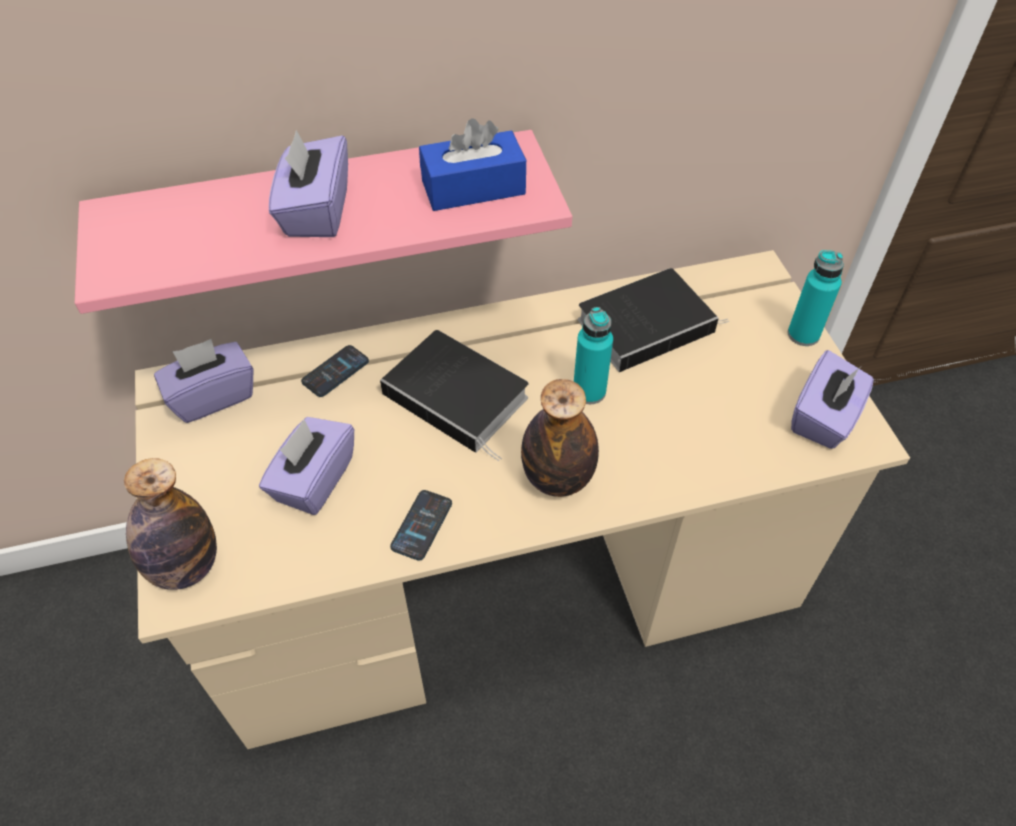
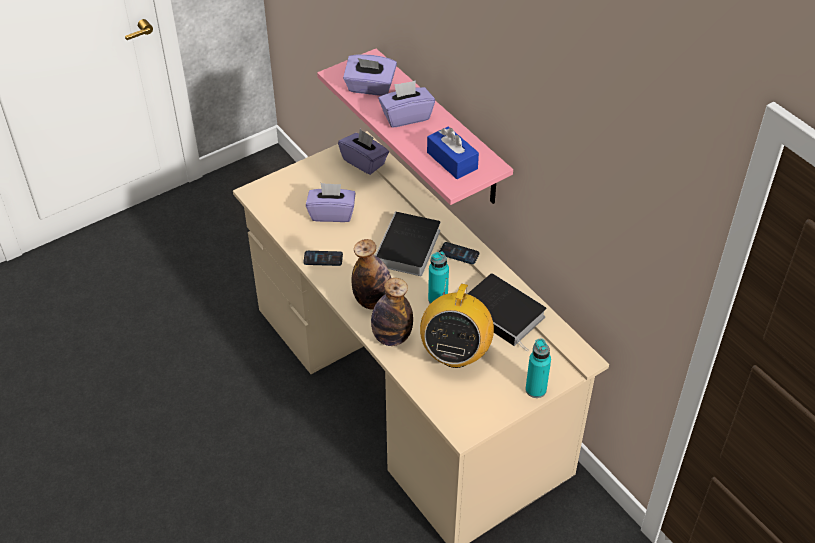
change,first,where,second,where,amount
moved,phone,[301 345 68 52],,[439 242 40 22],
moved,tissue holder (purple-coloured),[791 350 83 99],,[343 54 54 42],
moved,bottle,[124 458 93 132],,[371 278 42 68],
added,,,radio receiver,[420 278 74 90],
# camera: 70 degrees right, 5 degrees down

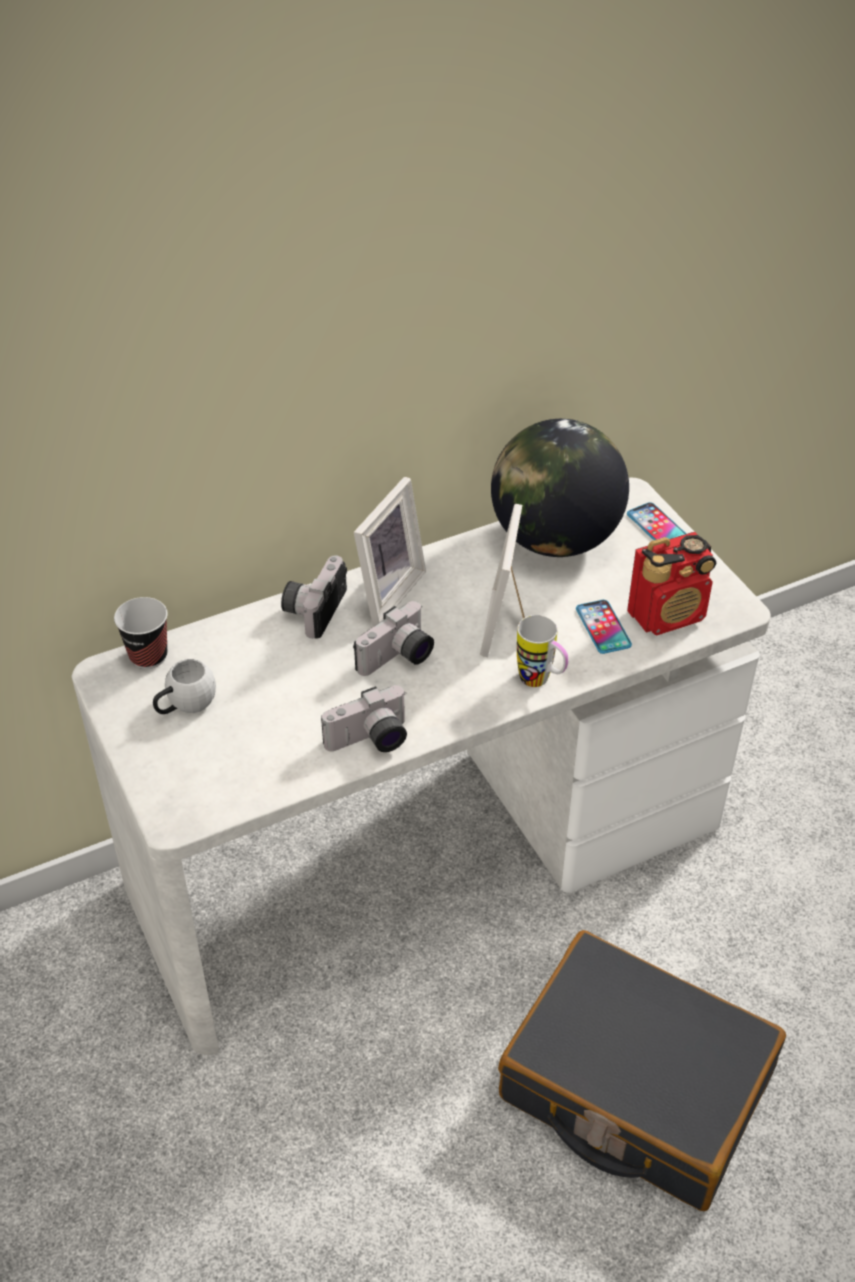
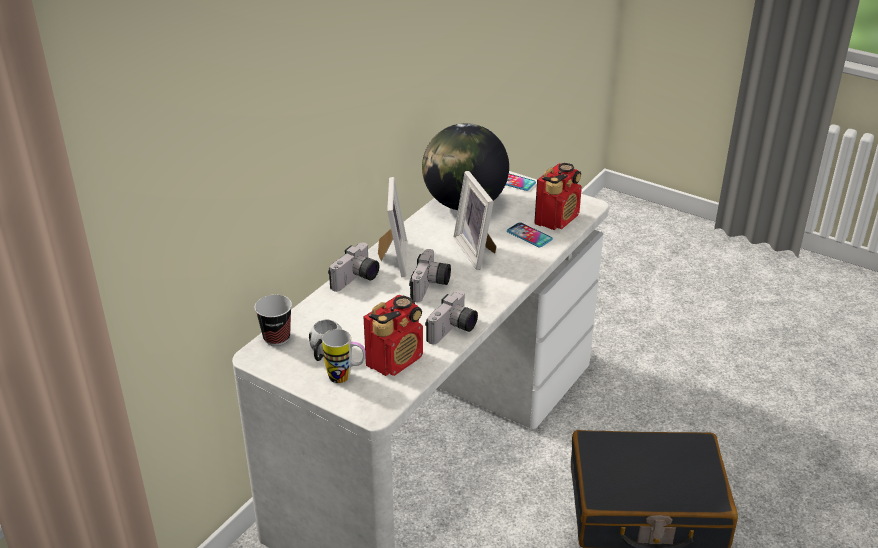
change,first,where,second,where,amount
turned,still camera,[281 555 66 83],,[328 242 51 50],135 degrees counterclockwise
moved,coffee mug,[517 615 52 72],,[322 329 44 54],
added,,,radio receiver,[363 294 60 82],
# camera: 30 degrees left, 10 degrees down

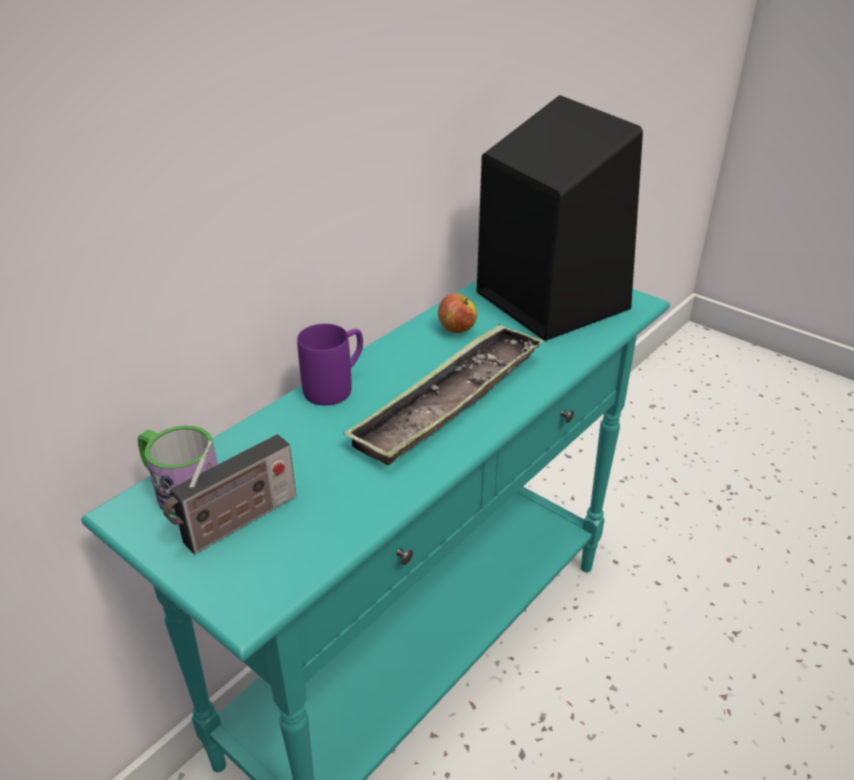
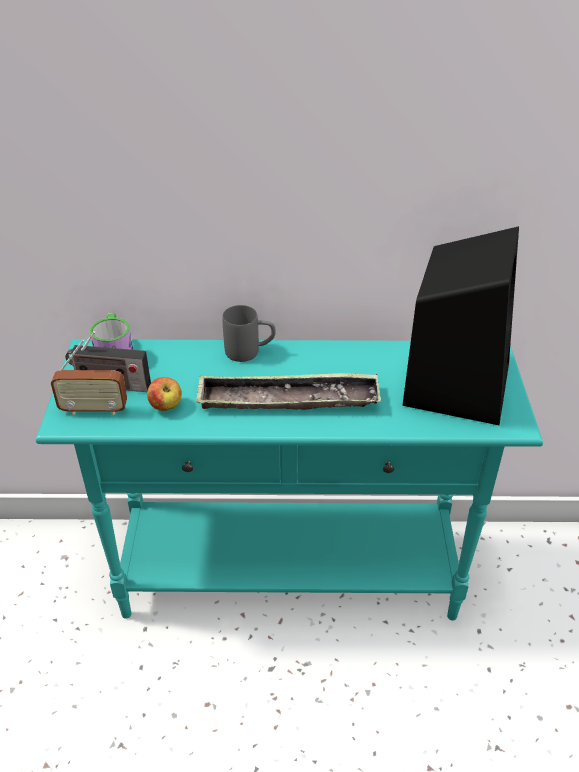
change,first,where,second,where,amount
moved,apple fruit,[438 293 39 40],,[147 377 35 34],
recoloured,coffee mug (purple-coloured),[297 324 66 82],coffee mug (gray),[222 305 54 57],
added,,,radio receiver,[51 340 76 76],
# camera: 50 degrees right, 5 degrees up

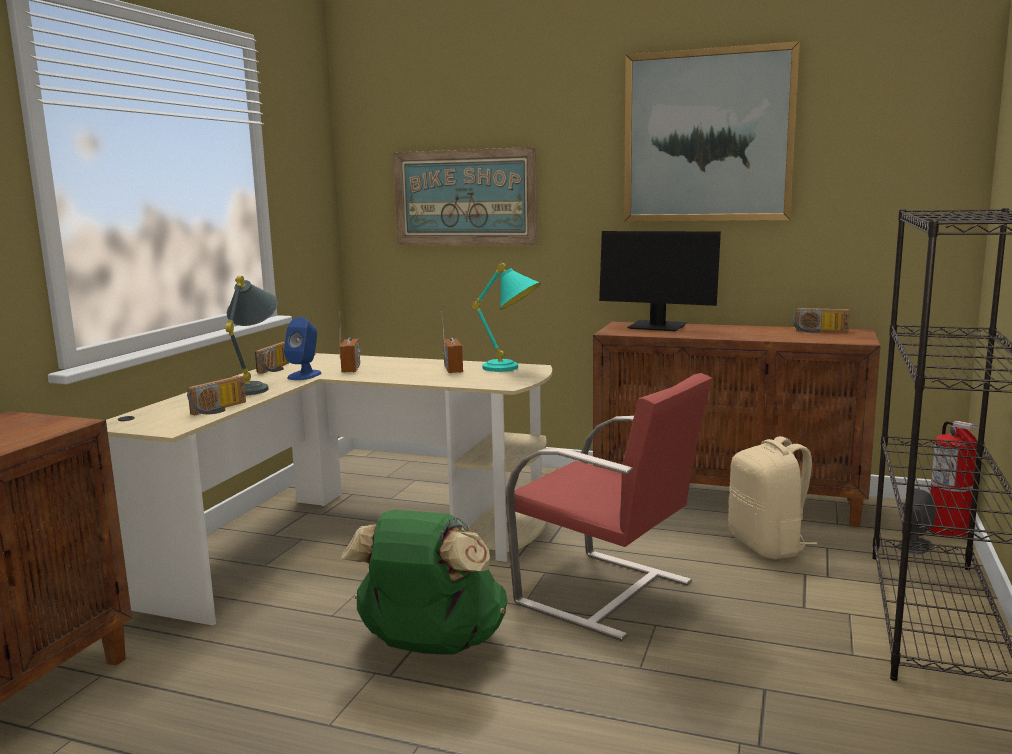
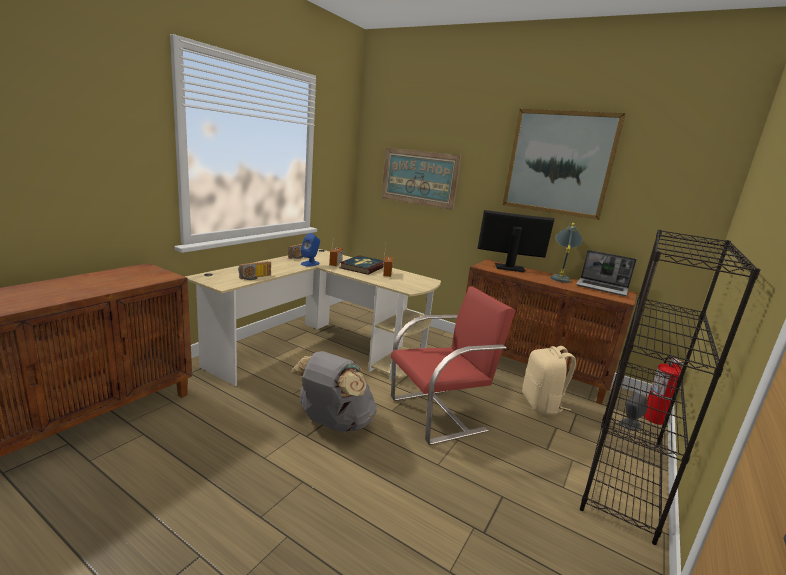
change,first,where,second,where,amount
turned,computer screen,[599 231 122 100],,[477 210 78 62],150 degrees clockwise
removed,tabletop lamp (blue-green),[472 263 69 109],,,
moved,tabletop lamp (gray),[224 276 54 120],,[550 223 33 60],
replaced,radio receiver,[793 308 57 25],notebook computer,[576 250 61 46],
turned,upright chair (red-coloured),[506 373 206 268],,[391 286 125 159],75 degrees counterclockwise
recoloured,knapsack (green-coloured),[341 510 167 144],knapsack (gray),[290 351 87 81],
added,,,book,[339 255 46 20],
# camera: 10 degrees right, 5 degrees up

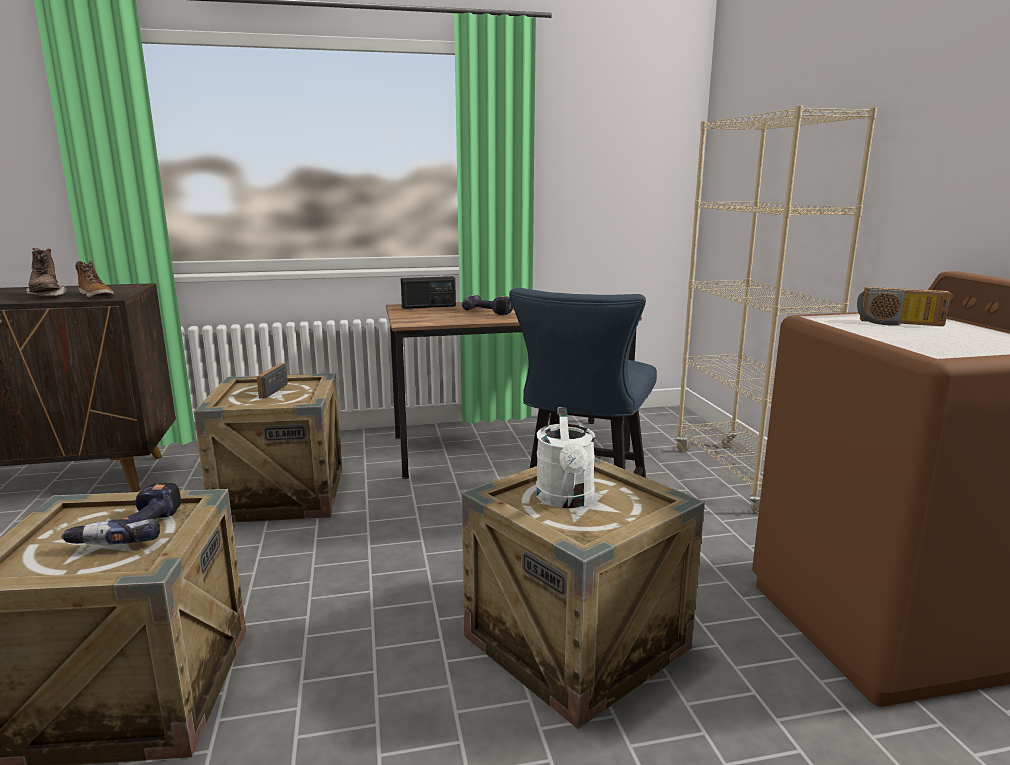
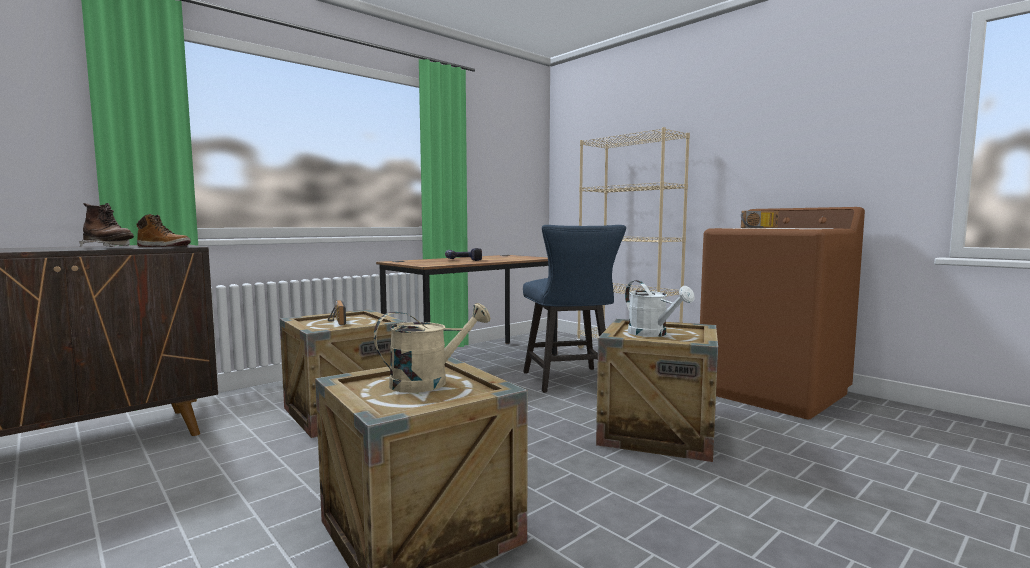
change,first,where,second,where,amount
removed,radio receiver,[401 276 55 33],,,
replaced,electric drill,[62 483 119 62],watering can (beige-coloured),[374 303 117 90],
# camera: 30 degrees left, 10 degrees down

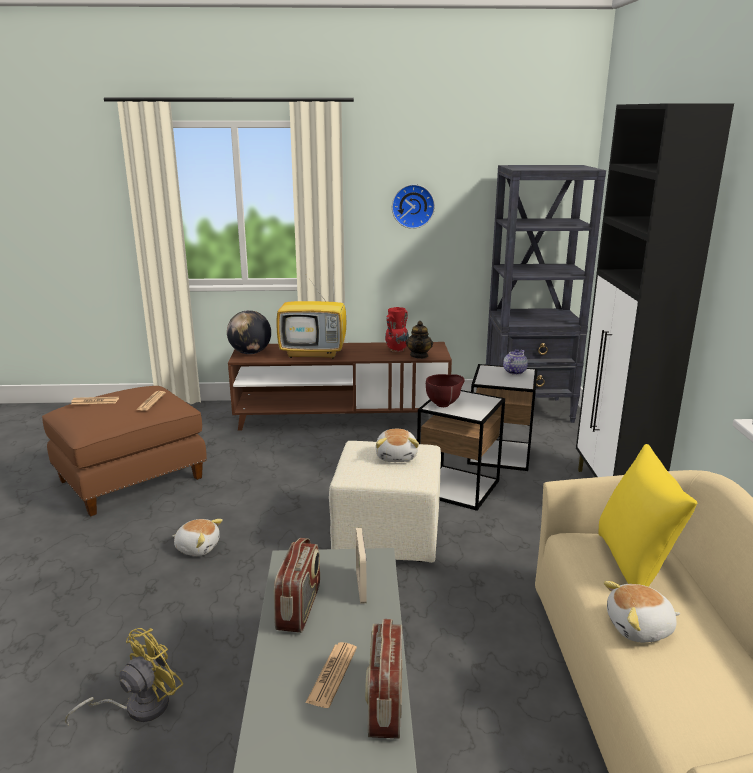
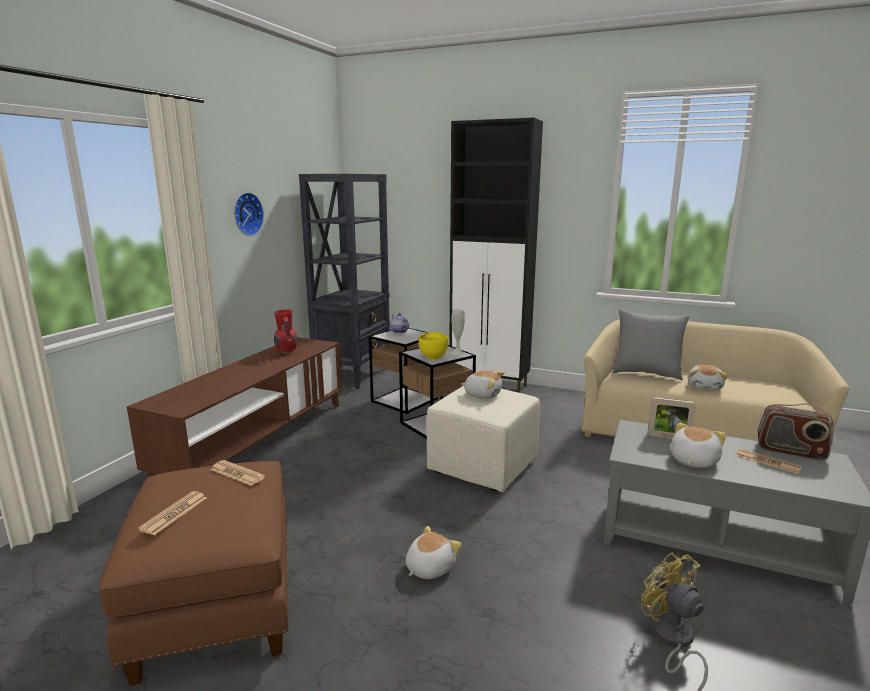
change,first,where,second,where,amount
removed,TV,[276 276 70 83],,,
removed,globe,[227 310 44 44],,,
removed,tea pot,[406 321 27 38],,,
recoloured,bowl (brown-coloured),[426 374 39 33],bowl (yellowish),[419 332 30 28],
recoloured,throw pillow (yellowish),[598 444 100 143],throw pillow (gray),[613 309 77 71],
replaced,radio receiver,[274 538 46 95],soft toy,[670 423 56 45],
added,,,decorative vase (white-coloured),[451 309 14 46],
# camera: 65 degrees left, 5 degrees down

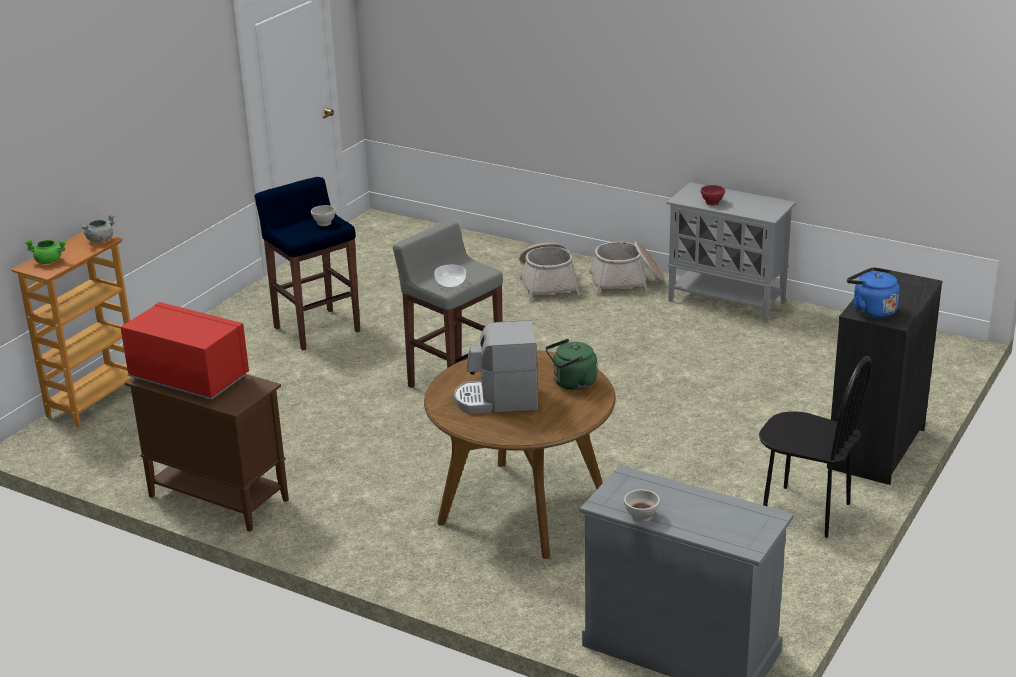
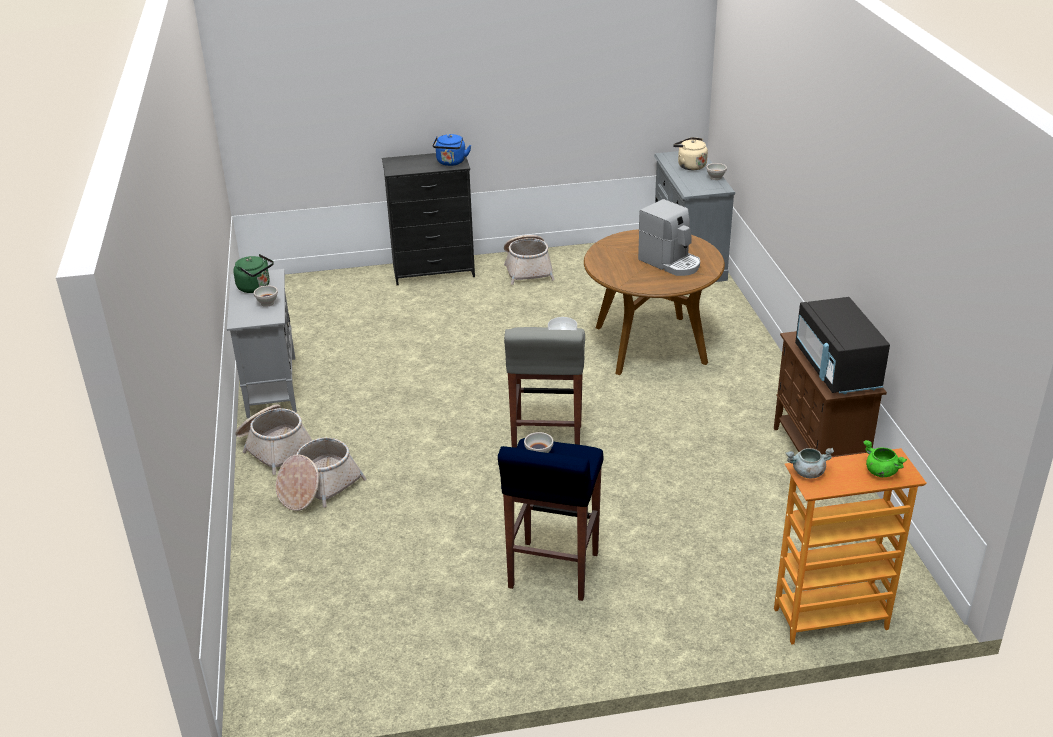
change,first,where,second,where,amount
recoloured,bowl (red-coloured),[701 185 24 20],bowl (white-coloured),[254 285 24 22],
recoloured,microwave oven (red-coloured),[121 302 128 98],microwave oven (blackish),[795 297 95 97],
moved,kettle (green-coloured),[545 339 52 51],,[233 254 41 39],
replaced,upright chair (blackish),[759 356 113 182],basket,[504 235 51 50],
added,,,kettle (beige-coloured),[673 137 35 33],
# camera: 130 degrees left, 5 degrees up

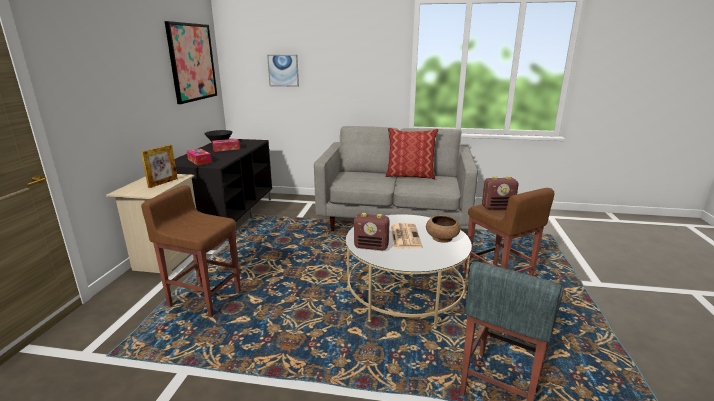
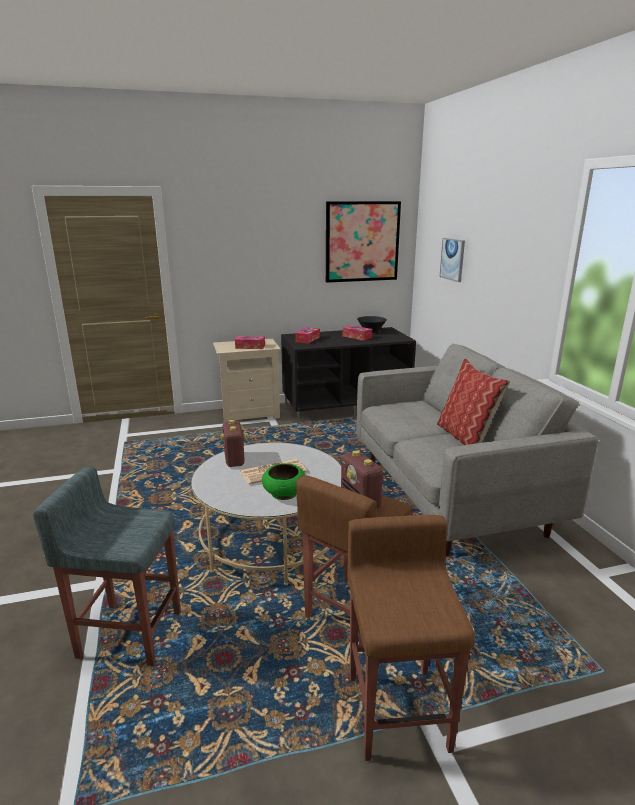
change,first,where,second,where,amount
replaced,standing frame,[141 145 37 43],tissue holder,[235 336 30 13],
moved,stool (brown-coloured),[141 185 100 132],,[347 515 128 246],
recoloured,bowl (brown-coloured),[426 215 35 28],bowl (green-coloured),[262 463 43 37],
# camera: 65 degrees right, 0 degrees up

